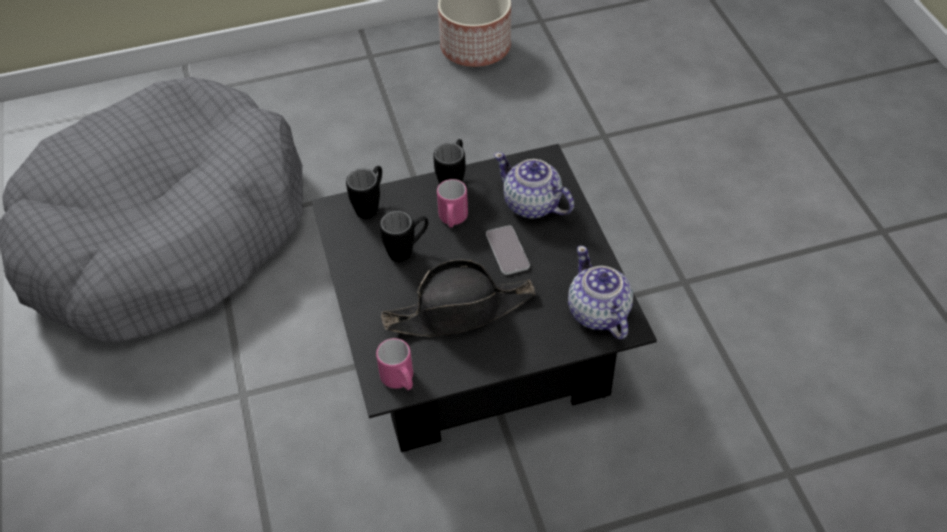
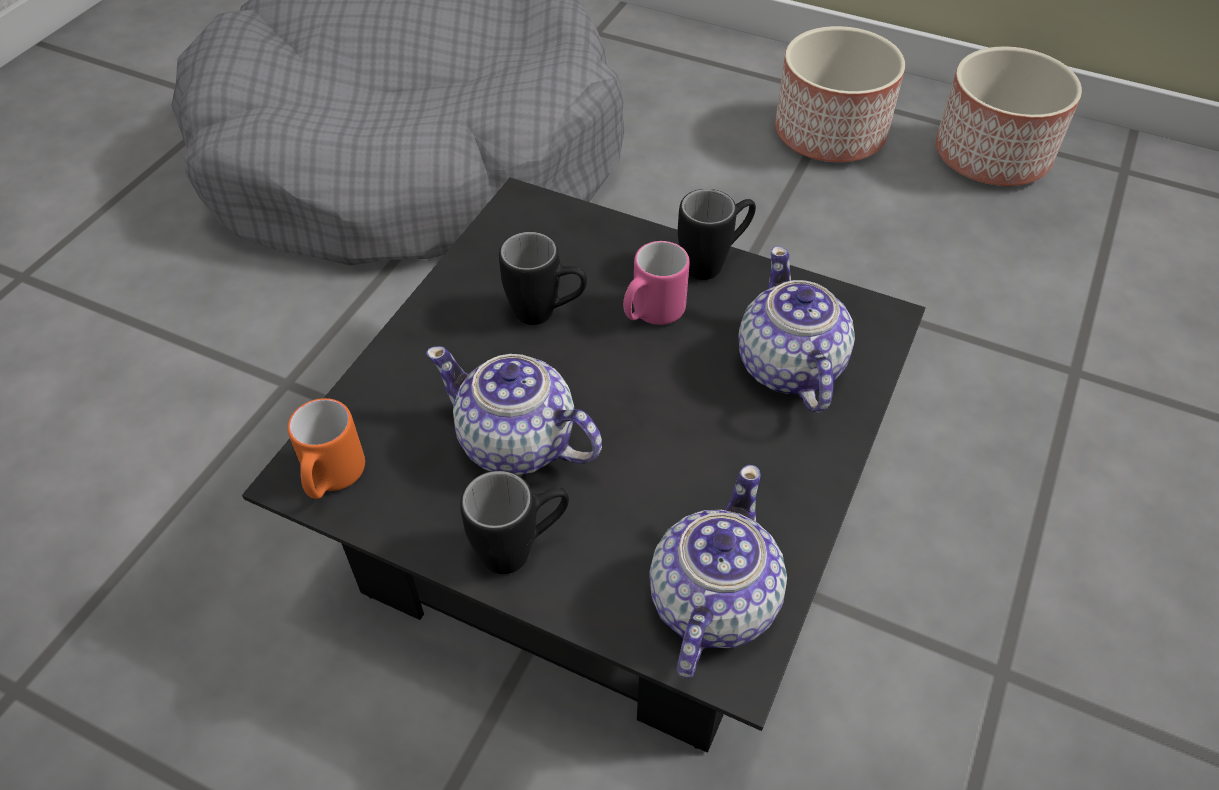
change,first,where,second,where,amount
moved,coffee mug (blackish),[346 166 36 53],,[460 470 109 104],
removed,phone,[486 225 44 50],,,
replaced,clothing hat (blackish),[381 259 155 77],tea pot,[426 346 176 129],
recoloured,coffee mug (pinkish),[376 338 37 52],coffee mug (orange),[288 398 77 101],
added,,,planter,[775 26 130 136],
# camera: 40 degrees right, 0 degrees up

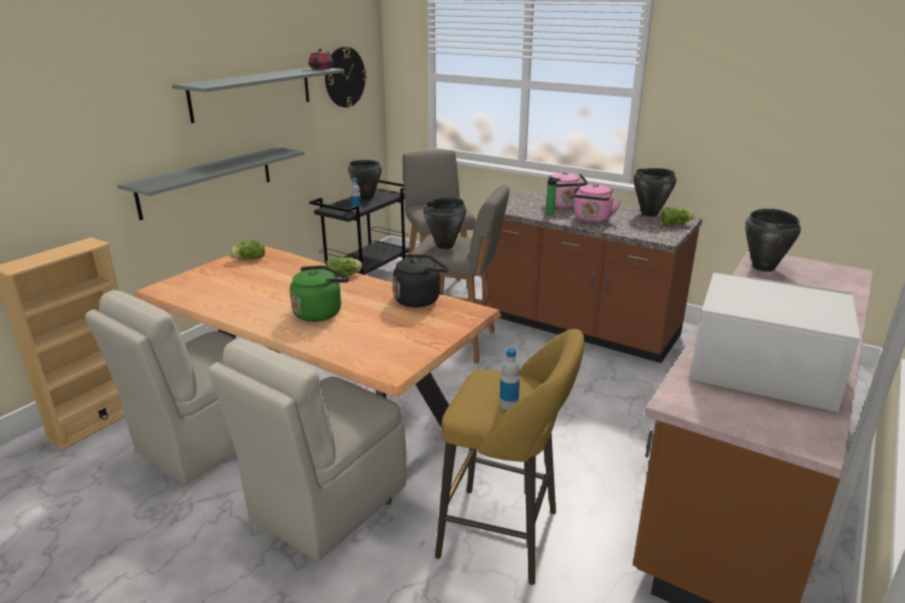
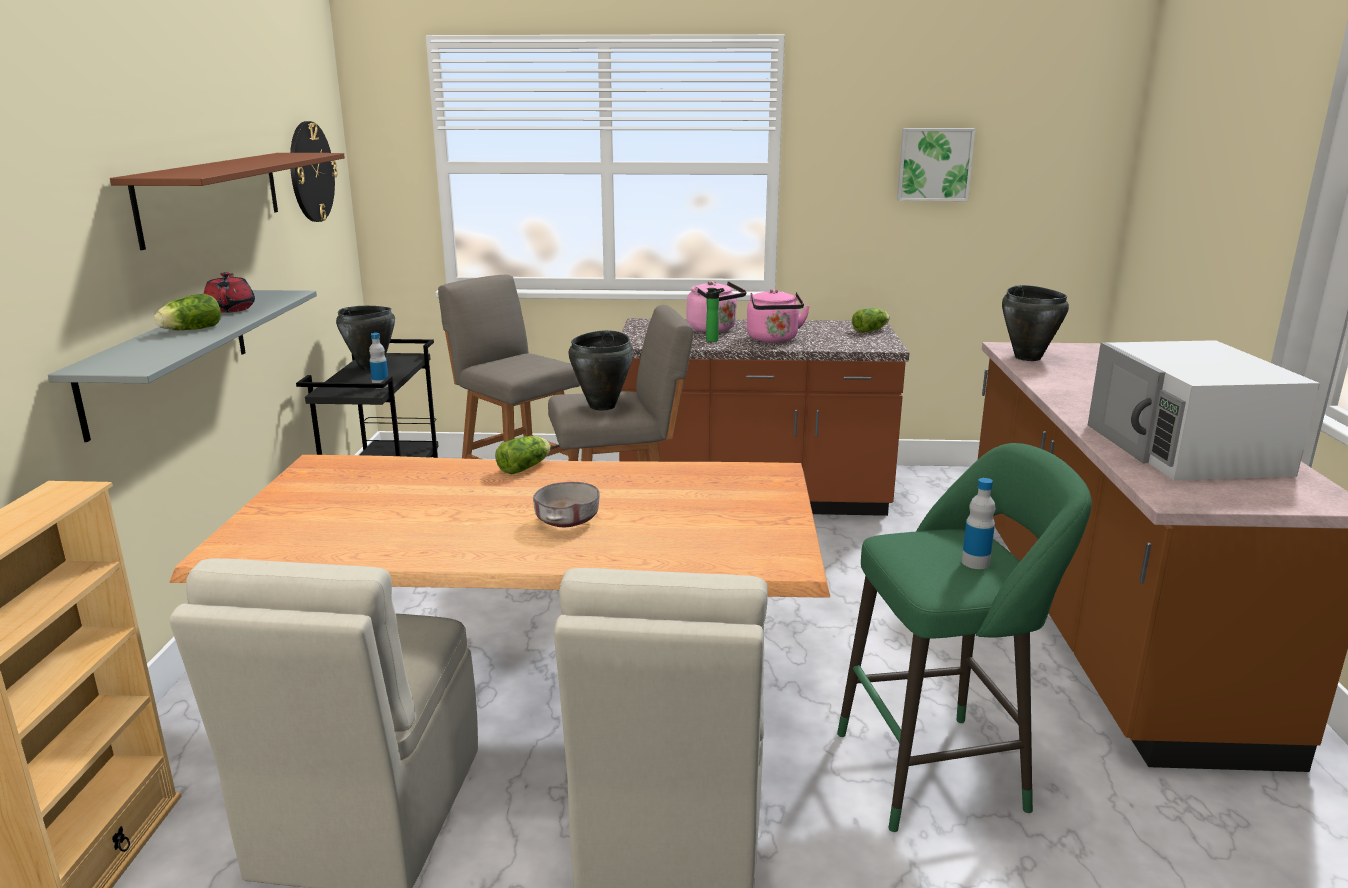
change,first,where,second,where,amount
moved,tea pot (red-coloured),[309 49 24 21],,[204 272 51 41],
recoloured,wall shelf (gray),[172 67 172 56],wall shelf (brown-coloured),[110 153 235 97],
removed,stockpot (blackish),[634 168 42 49],,,
moved,lettuce head,[230 240 35 19],,[154 294 67 36],
removed,kettle (blackish),[392 254 57 53],,,
replaced,kettle (green-coloured),[290 265 59 57],bowl (gray),[533 482 67 45],
turned,microwave oven (white-coloured),[689 273 171 139],,[1088 340 232 140],90 degrees counterclockwise
recoloured,stool (yellowish),[435 329 149 256],stool (green-coloured),[837 443 255 389],
added,,,wall art,[897 128 79 73],
# camera: 30 degrees left, 5 degrees down

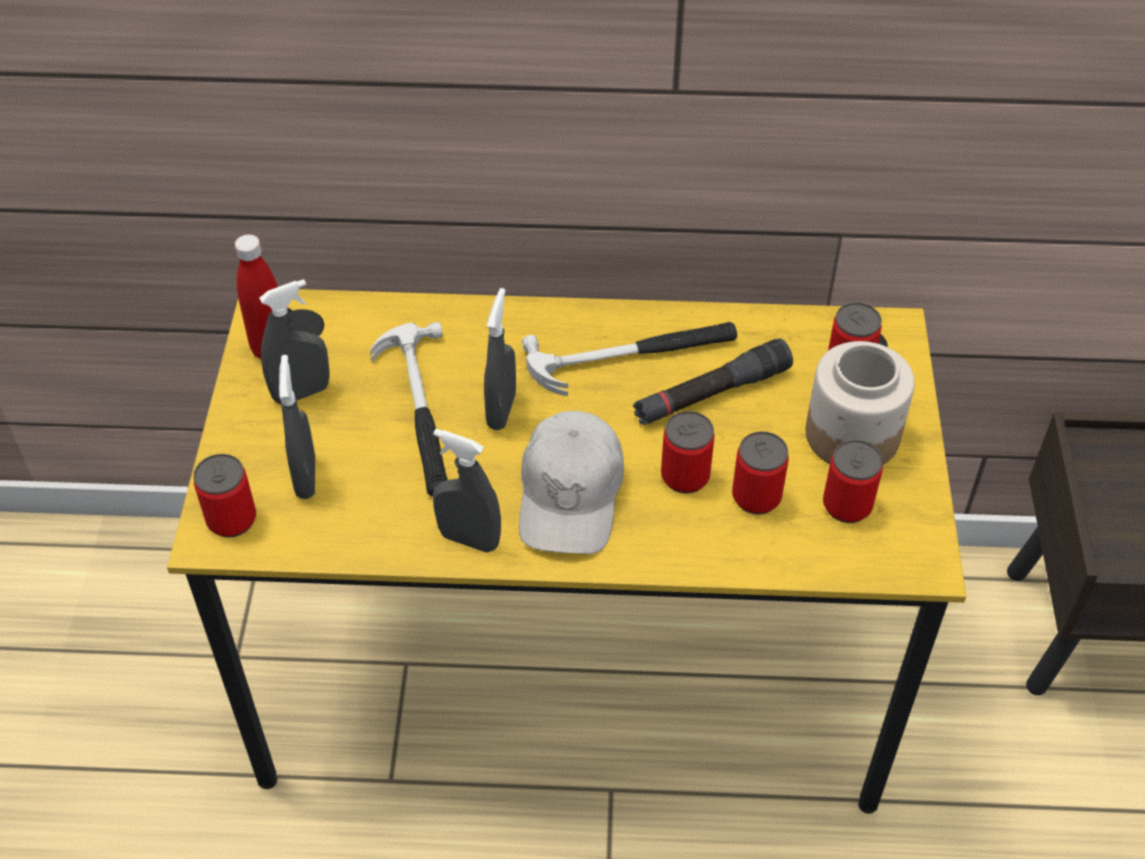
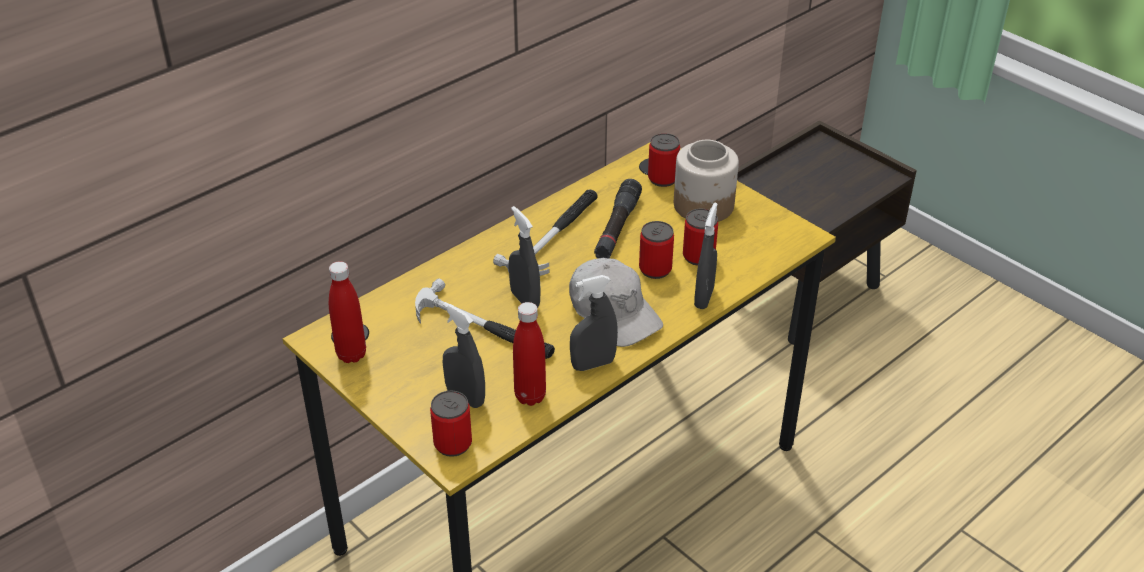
change,first,where,second,where,amount
moved,sprayer (gray),[259 279 71 126],,[694 203 24 106],
removed,sealed can,[823 440 60 83],,,
added,,,bottle (red-coloured),[513 302 33 104],
# camera: 45 degrees left, 10 degrees down

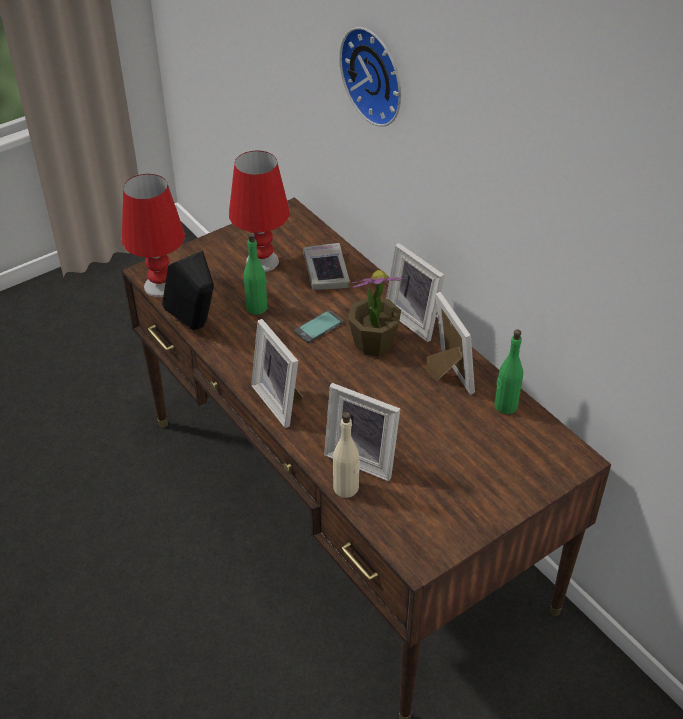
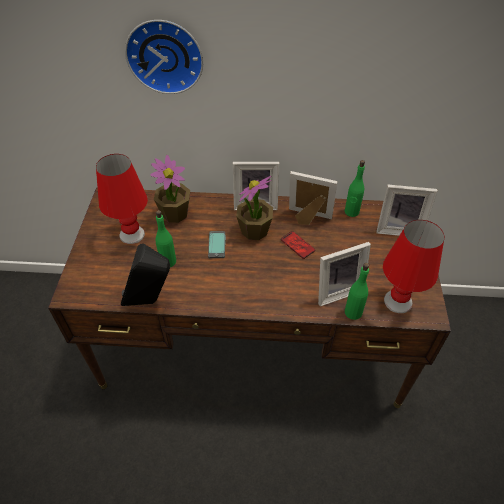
change,first,where,second,where,amount
moved,tabletop lamp (red-coloured),[122 174 63 123],,[383 220 61 93],
replaced,book,[303 243 47 47],houseplant,[150 155 40 68],
moved,standing frame,[251 319 52 109],,[376 184 62 52],
recoloured,bottle (beige-coloured),[333 412 27 86],bottle (green-coloured),[345 263 24 57],
added,,,phone,[281 231 34 28],
# camera: 50 degrees left, 5 degrees up

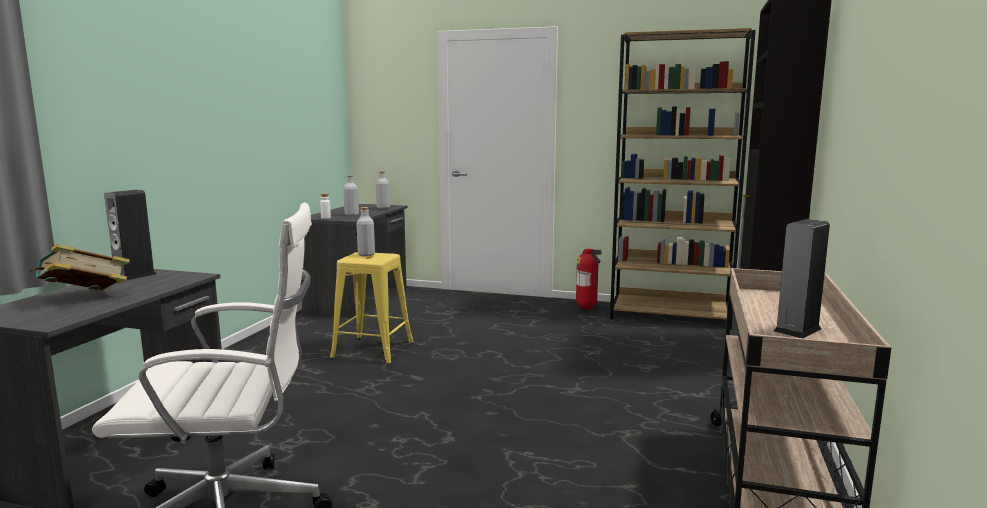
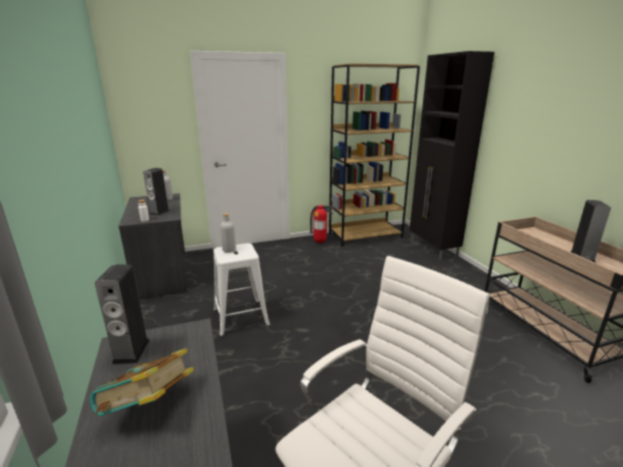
change,first,where,second,where,amount
replaced,bottle (gray),[343 175 16 41],audio speaker,[143 168 27 48],
recoloured,stool (yellowish),[330 252 84 112],stool (white-coloured),[213 243 57 94],
# camera: 35 degrees left, 10 degrees up

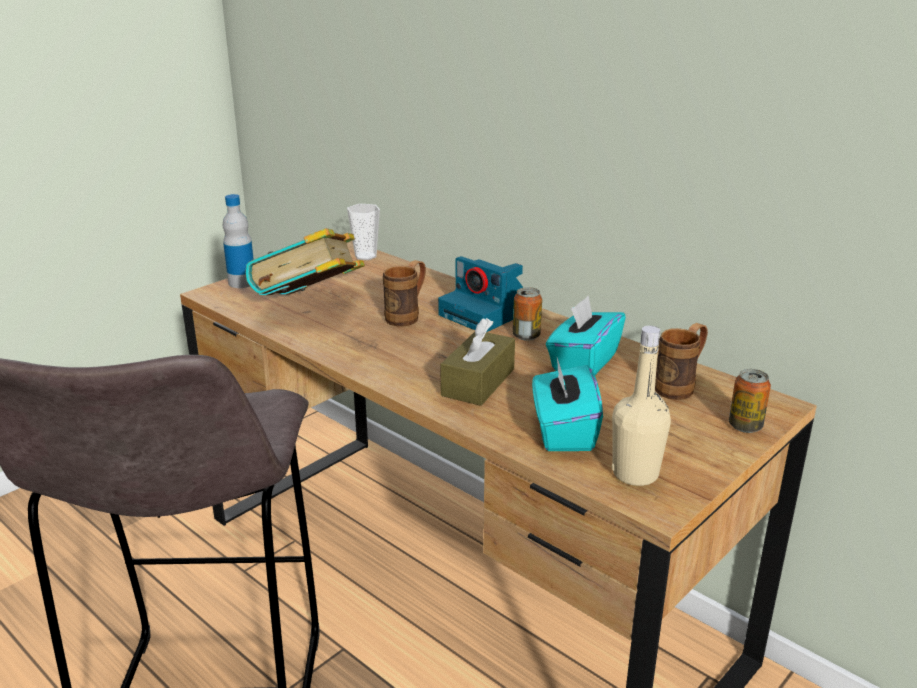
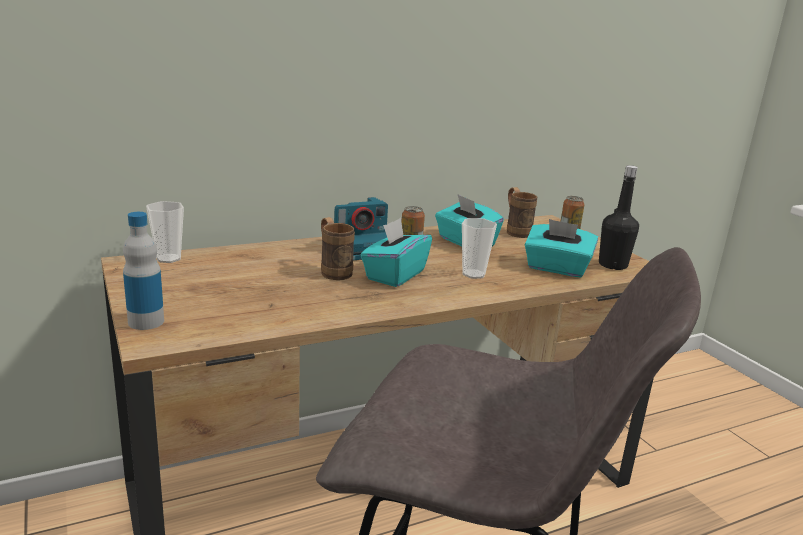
change,first,where,second,where,amount
removed,book,[245 228 120 67],,,
replaced,tissue holder (brown-coloured),[440 318 75 88],drinking cup,[462 218 35 61],
recoloured,bottle (beige-coloured),[612 326 59 160],bottle (blackish),[599 165 40 105],
added,,,tissue holder (blue-green),[360 218 72 69],
# camera: 70 degrees left, 5 degrees down

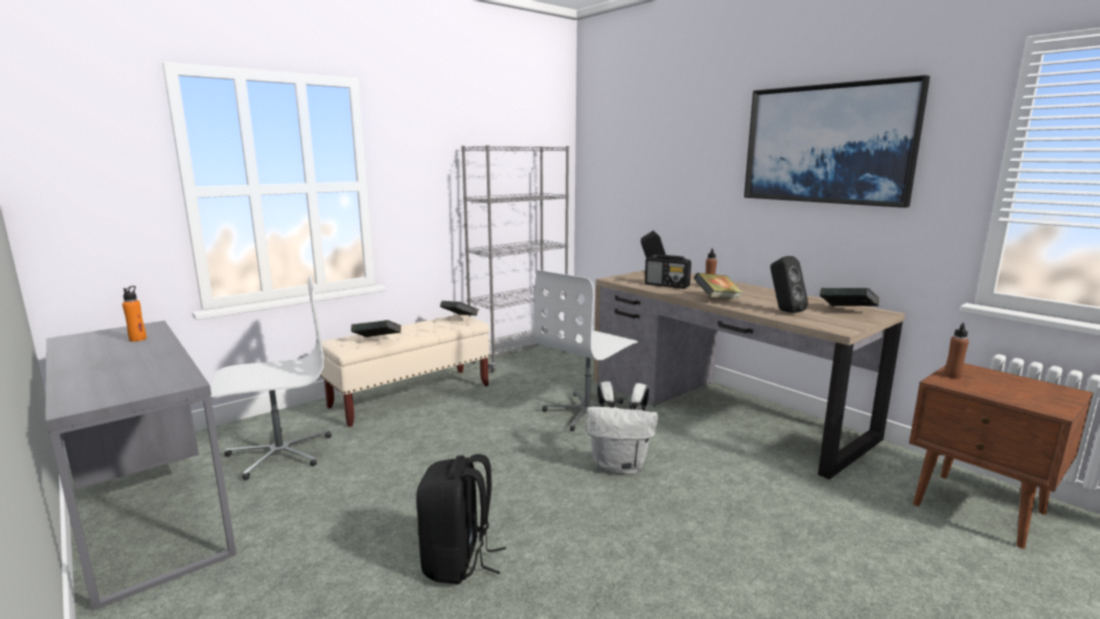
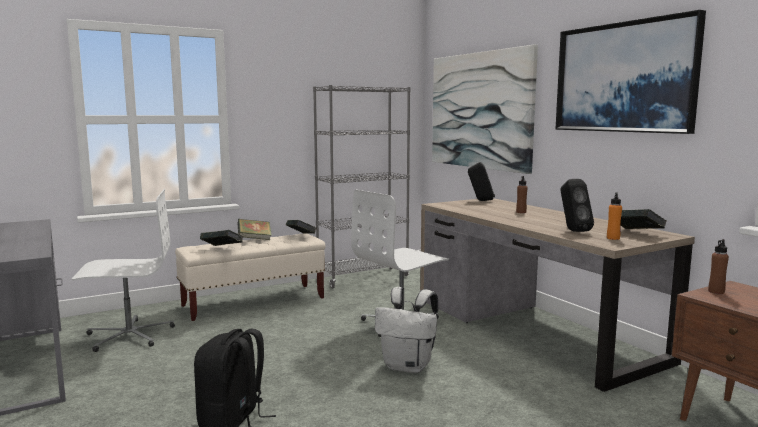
change,first,where,second,where,amount
removed,radio receiver,[645 254 46 35],,,
moved,book,[694 273 49 26],,[237 219 35 21],
moved,bottle (orange),[122 286 25 56],,[607 192 15 48],
added,,,wall art,[432 45 106 129],
# camera: 10 degrees right, 5 degrees down

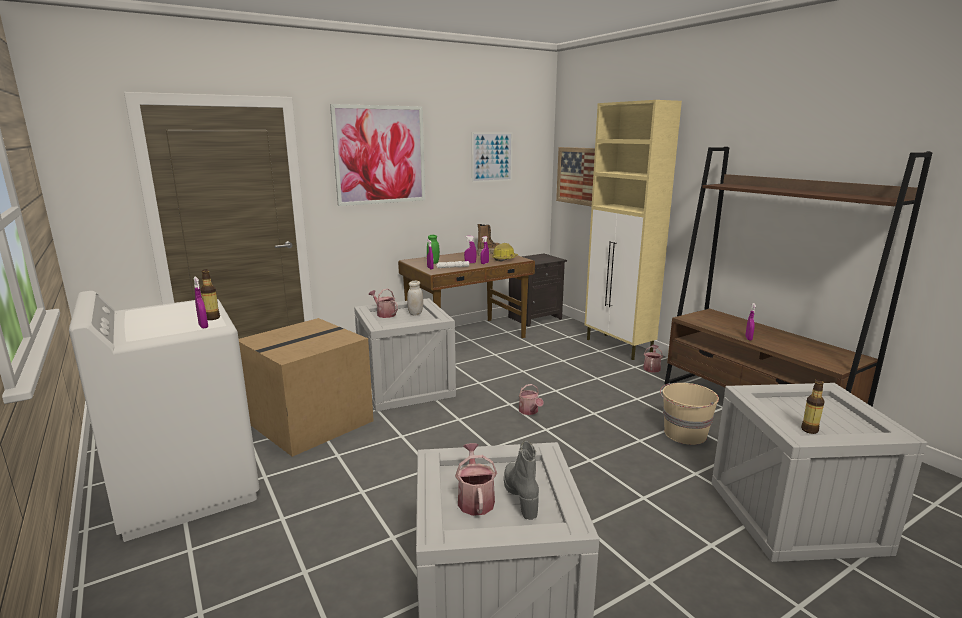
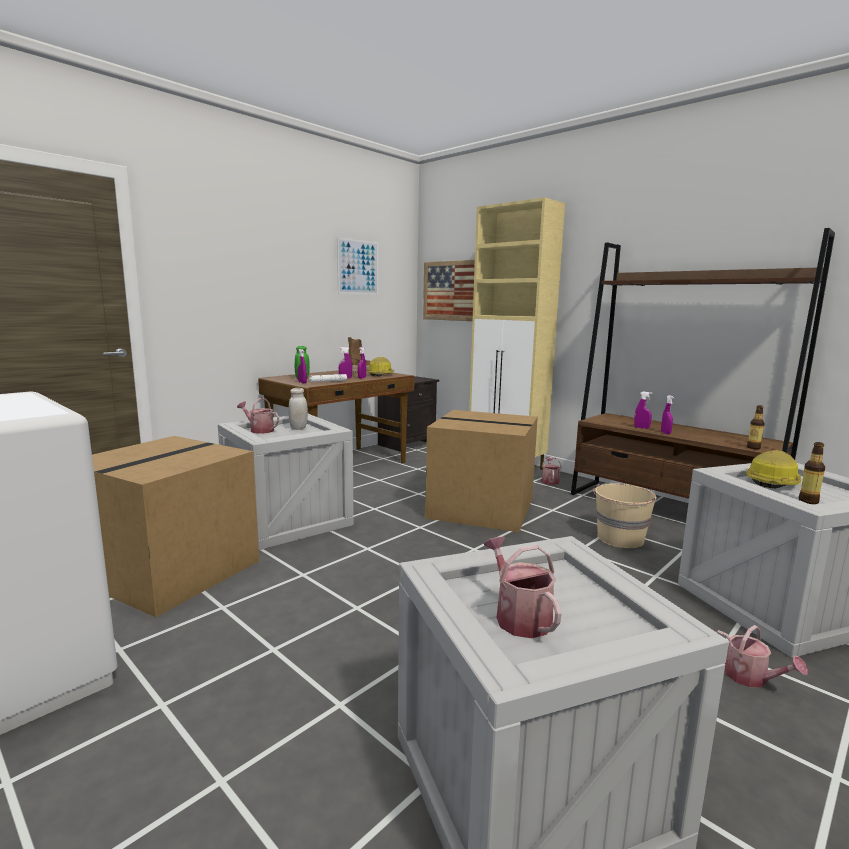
change,first,where,second,where,amount
removed,wall art,[330 104 95 102],,,
moved,bottle,[201 269 19 51],,[747 405 18 44],
moved,sprayer (purple-coloured),[193 277 15 51],,[634 392 18 37],
moved,watering can,[519 384 25 31],,[716 625 92 62],
removed,high-top boot (gray),[504 441 35 79],,,
added,,,carton,[425 410 113 122],
added,,,work helmet,[746 450 56 38],
# camera: 15 degrees left, 5 degrees down

